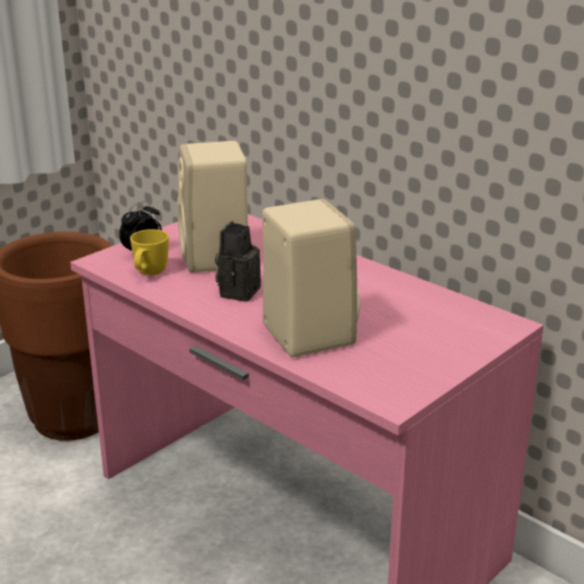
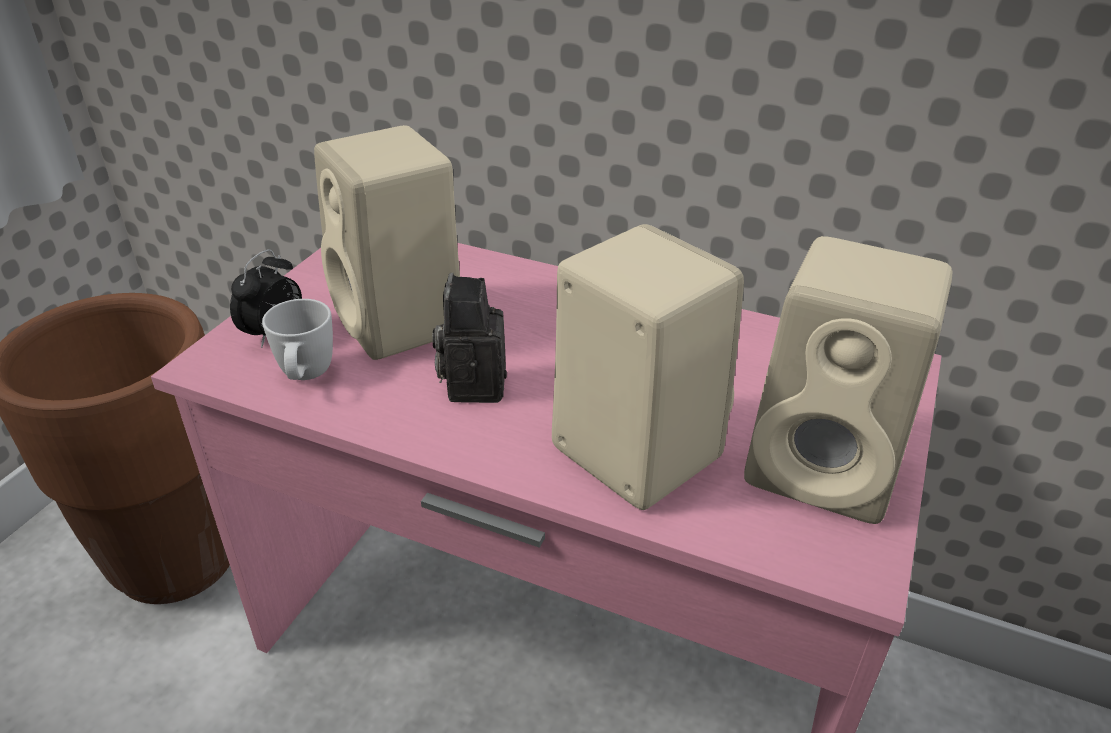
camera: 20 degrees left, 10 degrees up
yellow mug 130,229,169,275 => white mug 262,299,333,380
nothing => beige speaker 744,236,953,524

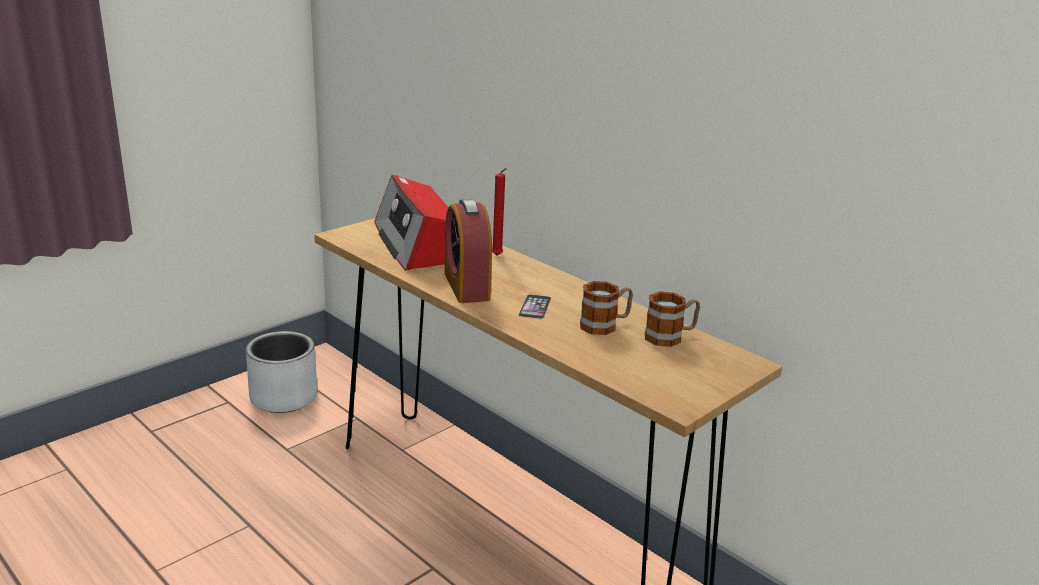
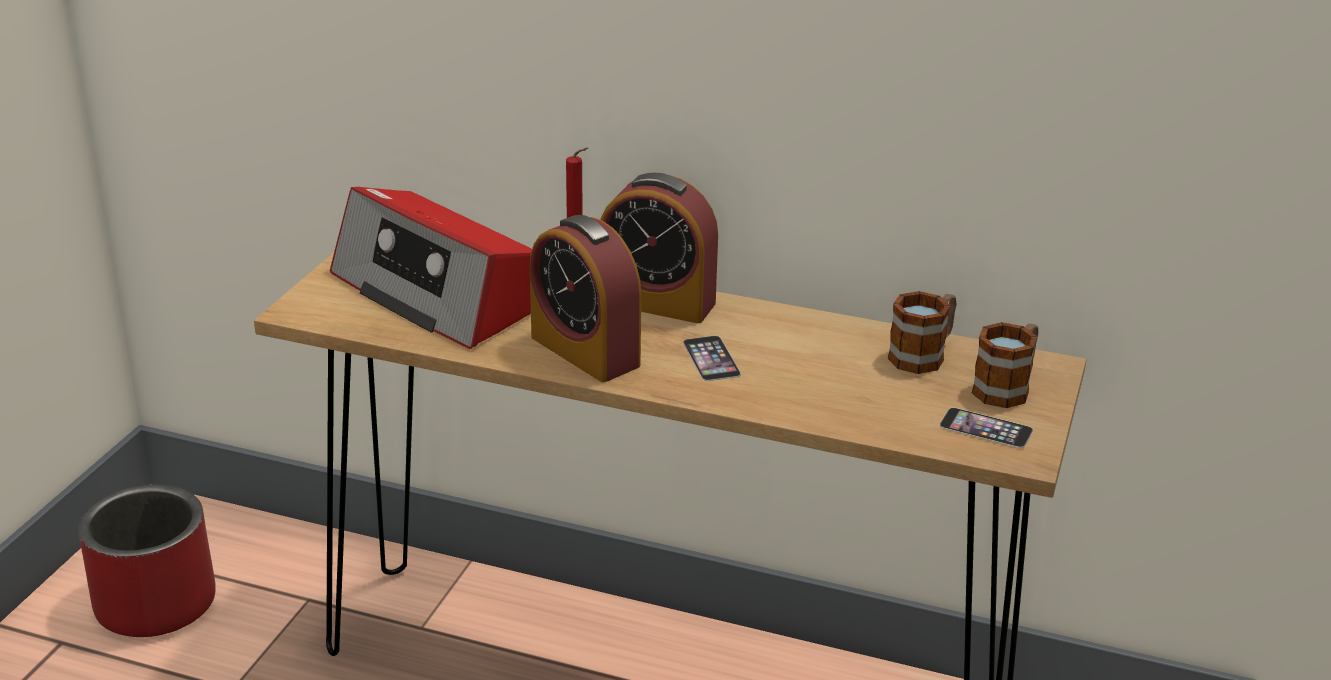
camera: 25 degrees left, 5 degrees up
mug 580,281,633,335 => mug 972,322,1038,408, moved
grey planter 246,331,318,413 => red planter 78,484,216,637
nothing => alarm clock 600,173,718,323
nothing => phone 939,408,1033,448

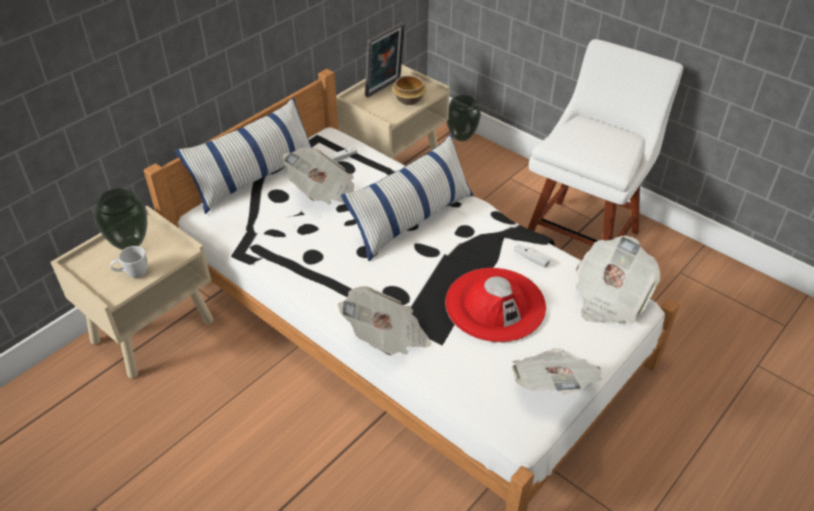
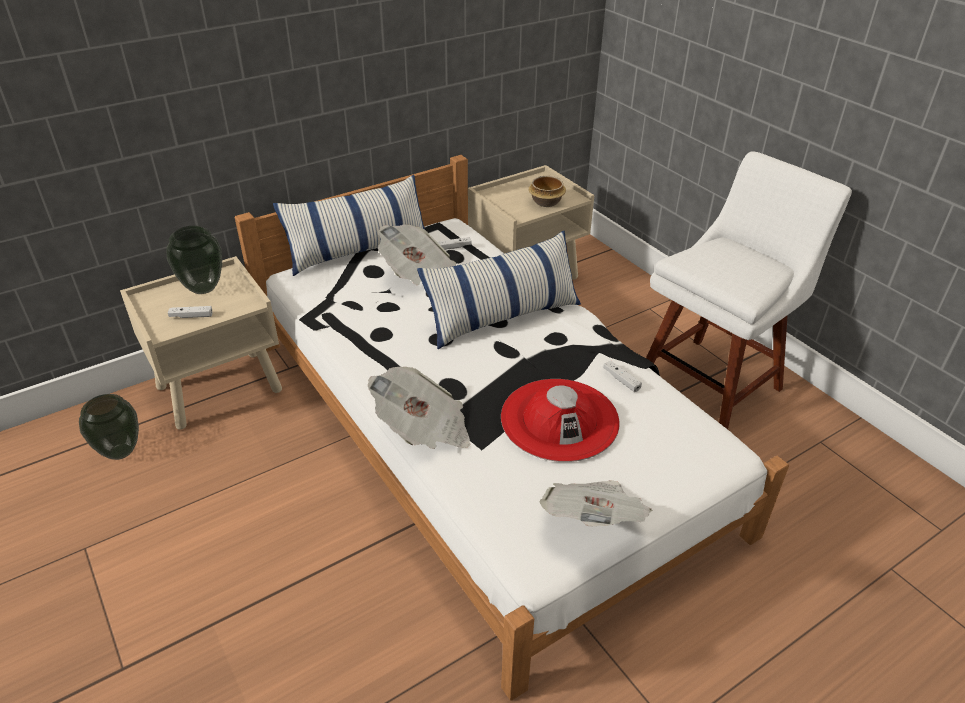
camera: 15 degrees right, 5 degrees down
picture frame 365,22,405,97 => nothing
vase 447,95,481,141 => vase 79,394,139,460, moved
newspaper 576,235,661,323 => nothing
white mug 110,246,147,278 => white game controller 168,306,212,318

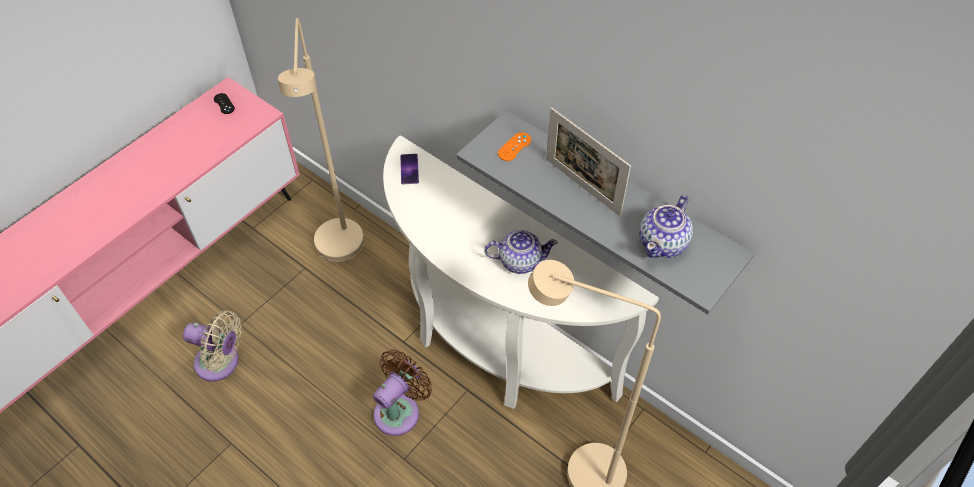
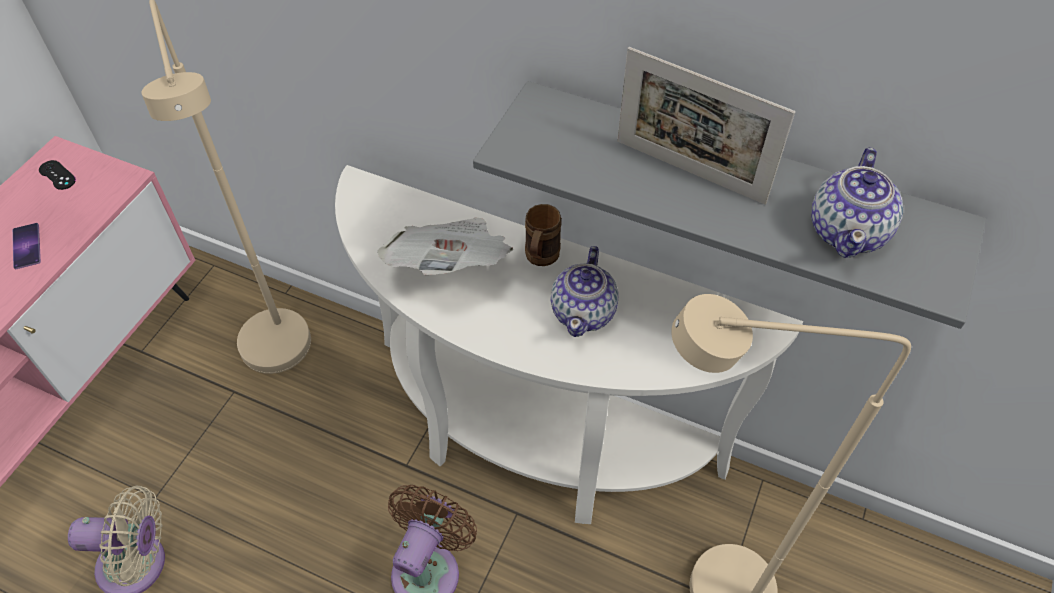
camera: 15 degrees left, 0 degrees up
orange game controller 498,132,531,161 => nothing
phone 400,154,419,185 => phone 12,223,41,269, moved
teapot 484,230,558,274 => teapot 551,246,619,337, 120 degrees clockwise
nothing => brown mug 525,204,562,266
nothing => newspaper 377,217,513,275

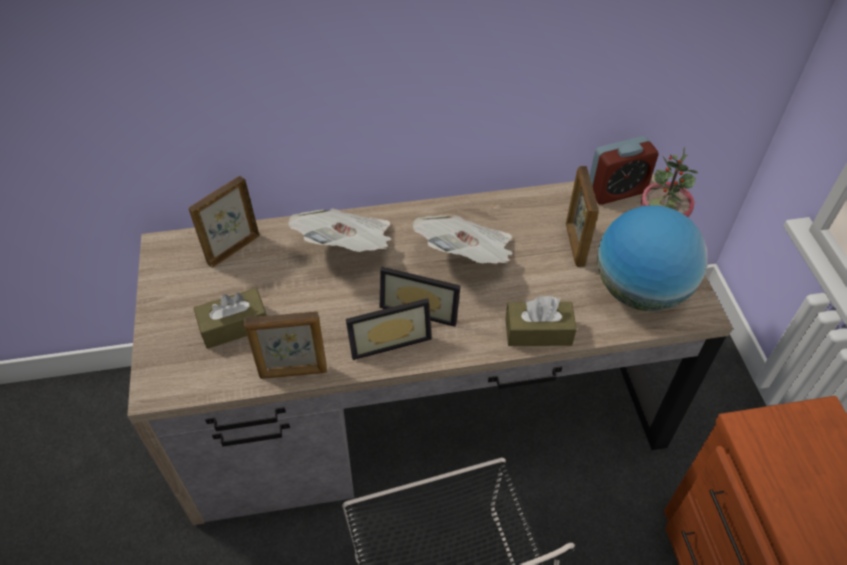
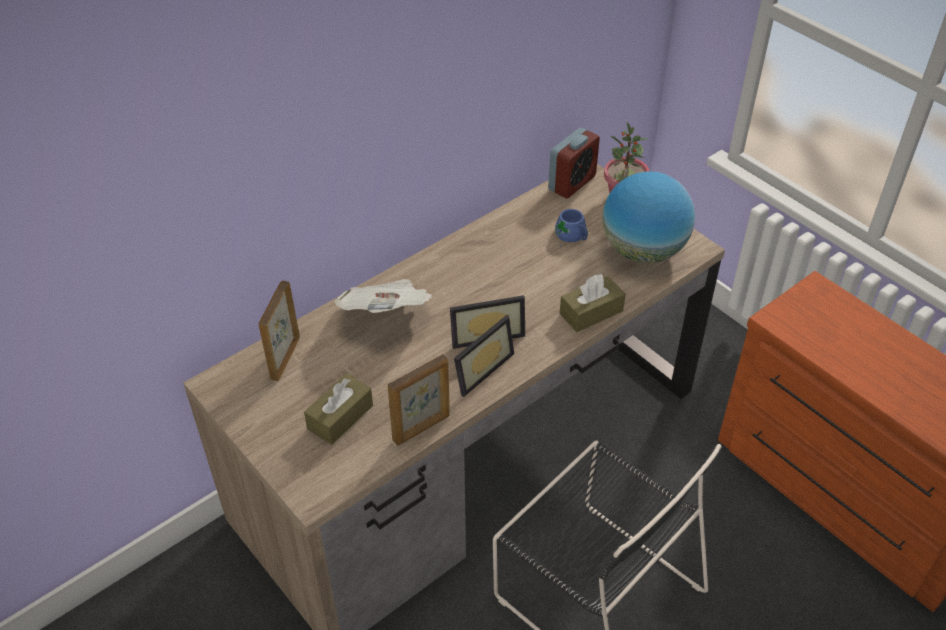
camera: 30 degrees left, 5 degrees down
picture frame 566,166,599,267 => blue mug 555,209,588,247
newspaper 413,215,513,264 => nothing

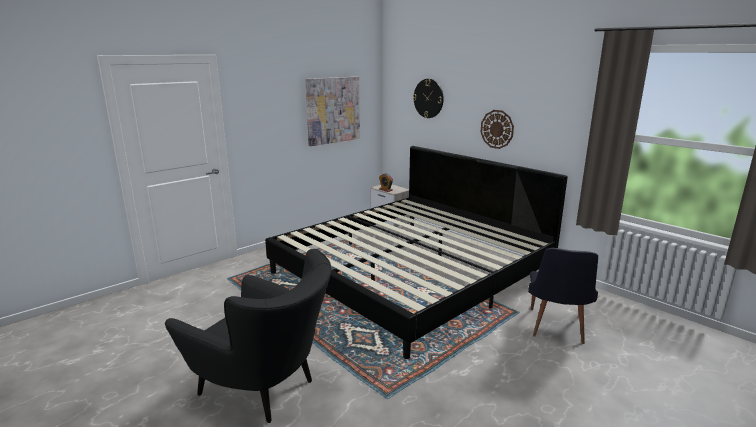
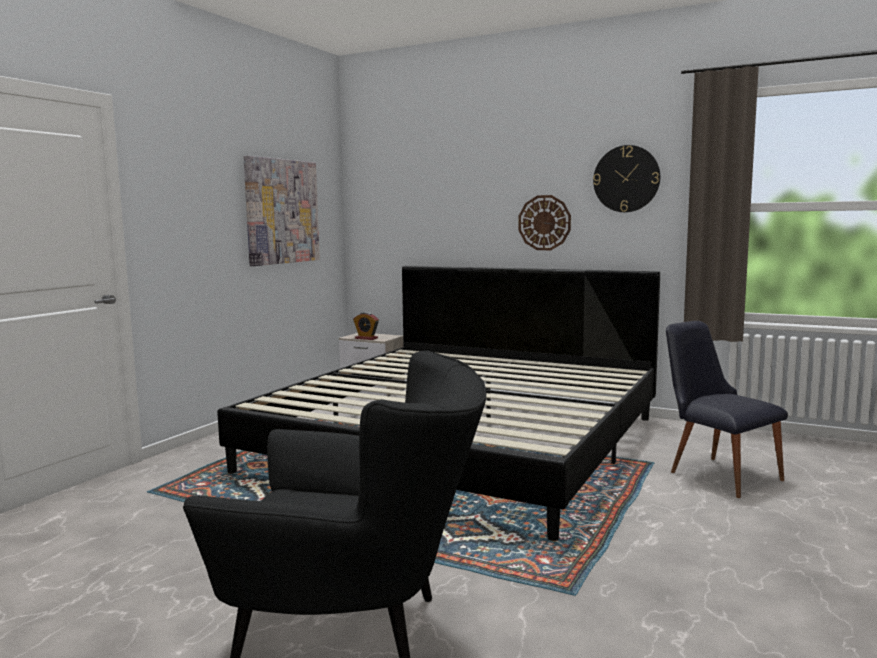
camera: 20 degrees left, 10 degrees down
wall clock 413,79,444,118 => wall clock 593,145,660,212, moved
black chair 528,248,598,344 => black chair 666,321,788,498, 150 degrees clockwise

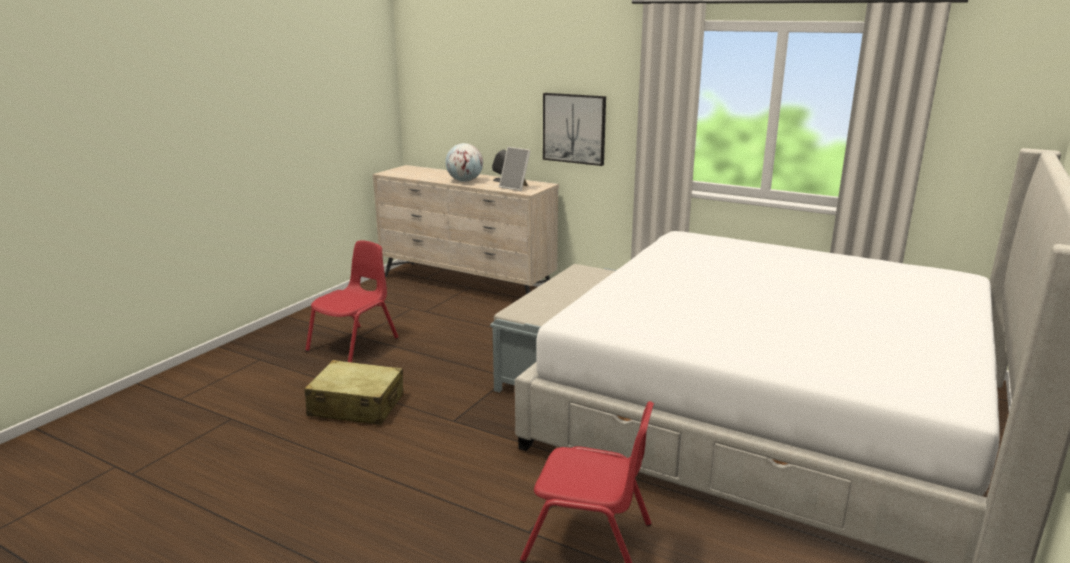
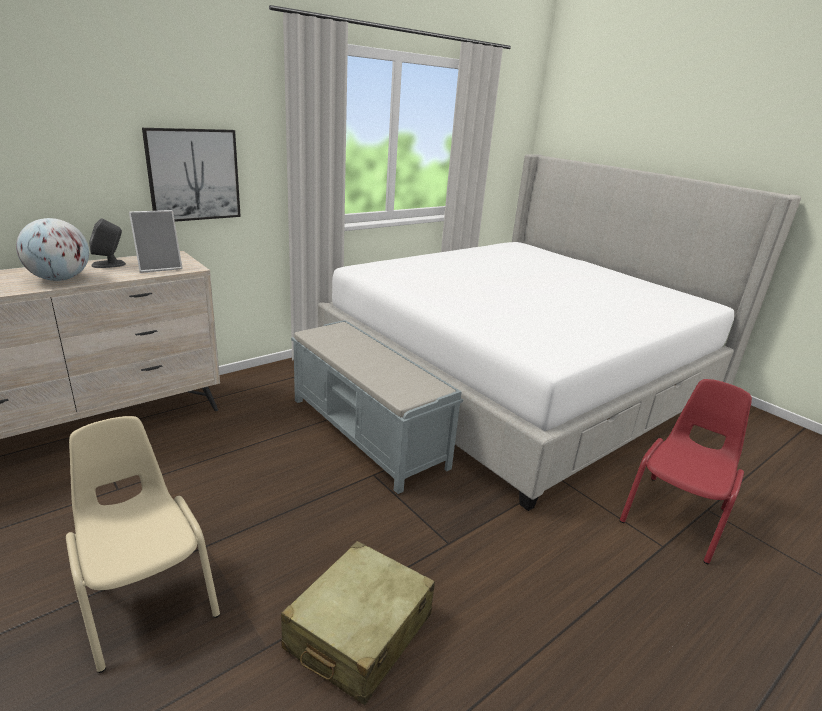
camera: 70 degrees left, 5 degrees up
red chair 305,240,398,362 => beige chair 66,416,220,673

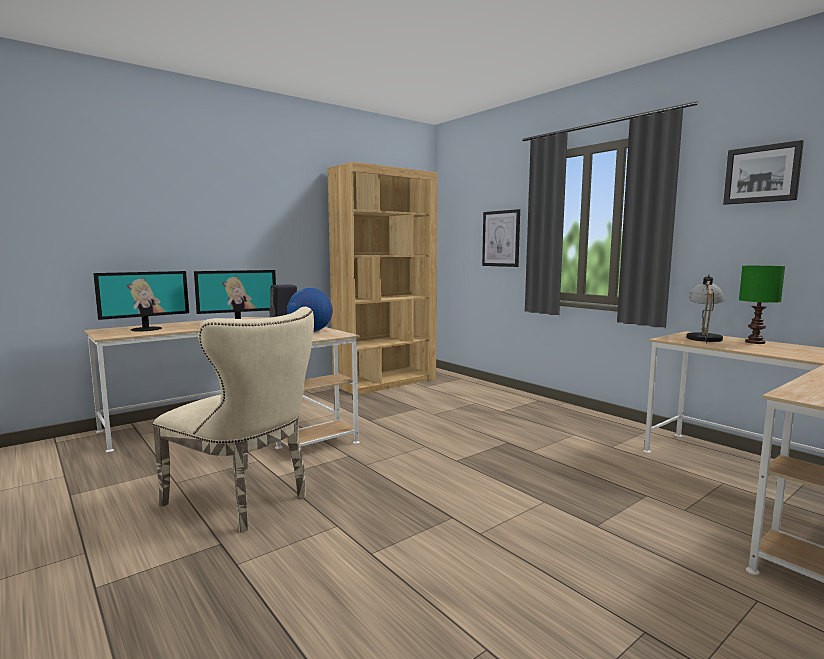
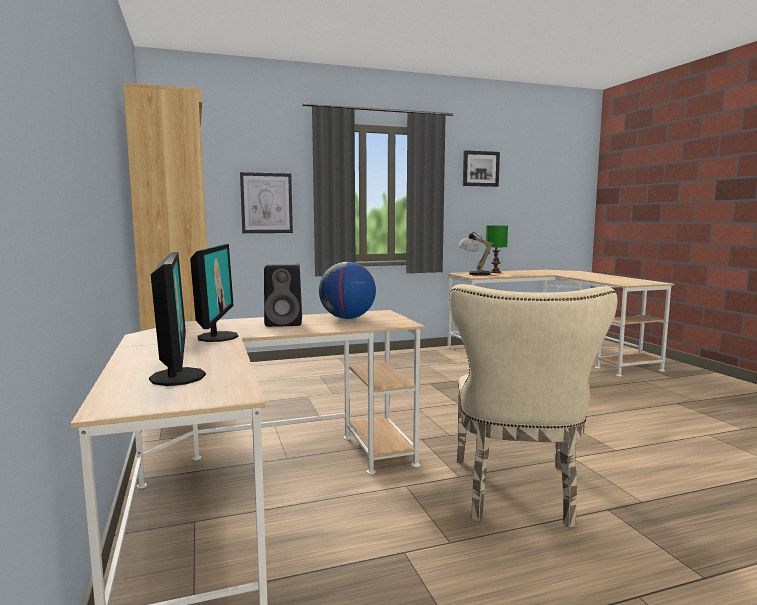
camera: 70 degrees left, 0 degrees up
beige chair 153,307,314,533 => beige chair 449,284,618,528, 135 degrees clockwise

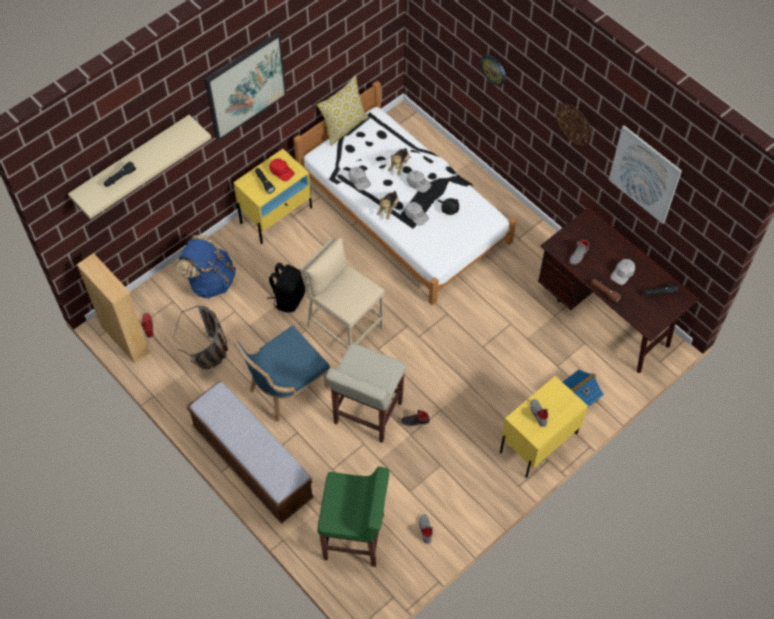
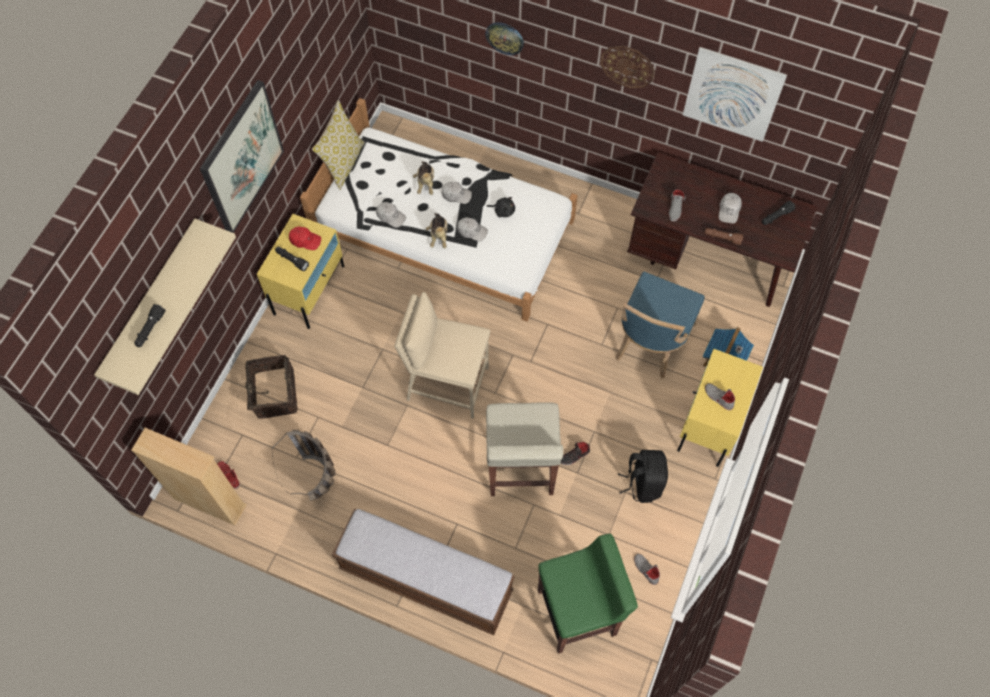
camera: 25 degrees left, 5 degrees up
blue backpack 177,235,236,298 => basket 245,355,298,419
black backpack 267,262,305,312 => black backpack 618,450,668,503, moved
blue chair 232,326,331,422 => blue chair 616,272,705,379, moved

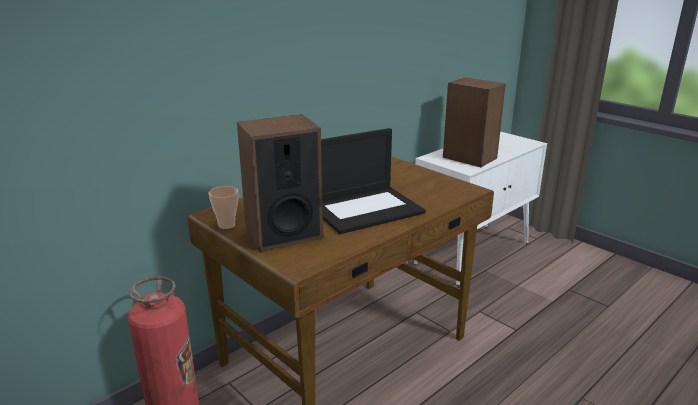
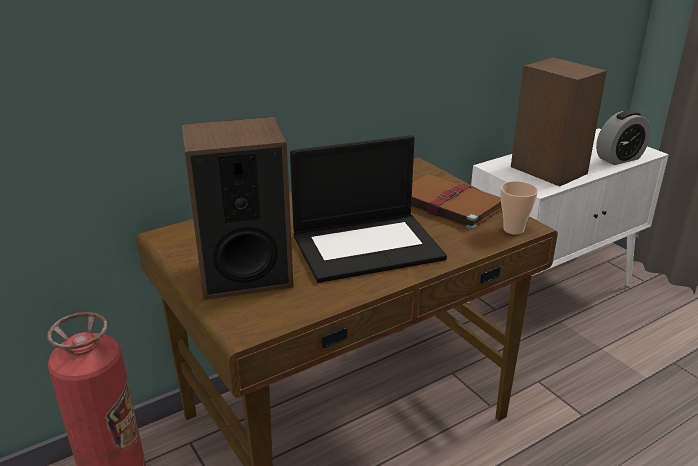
camera: 10 degrees right, 5 degrees up
cup 209,186,239,229 => cup 500,181,538,235, moved
nothing => alarm clock 596,110,651,165
nothing => brown book 411,174,502,230

